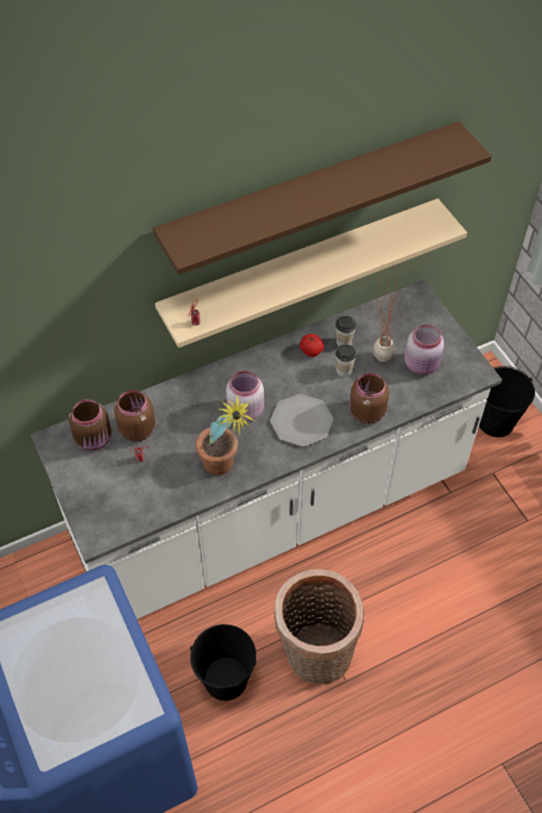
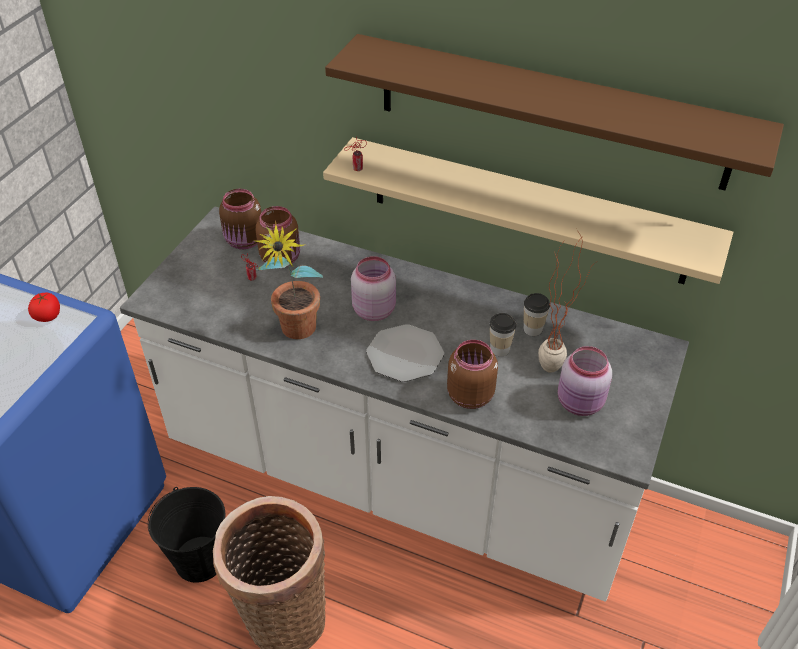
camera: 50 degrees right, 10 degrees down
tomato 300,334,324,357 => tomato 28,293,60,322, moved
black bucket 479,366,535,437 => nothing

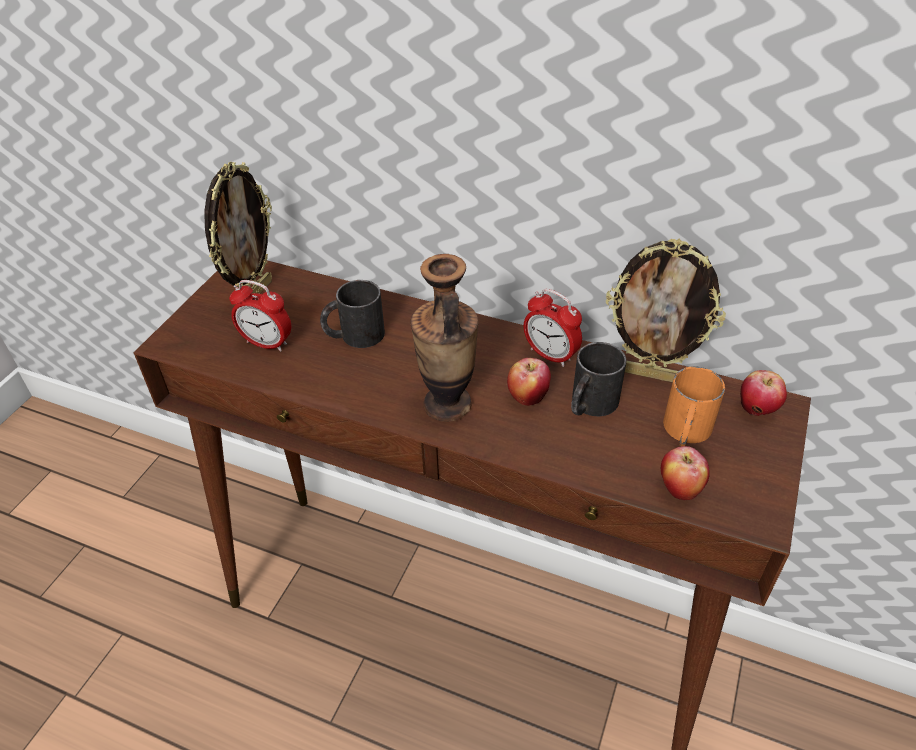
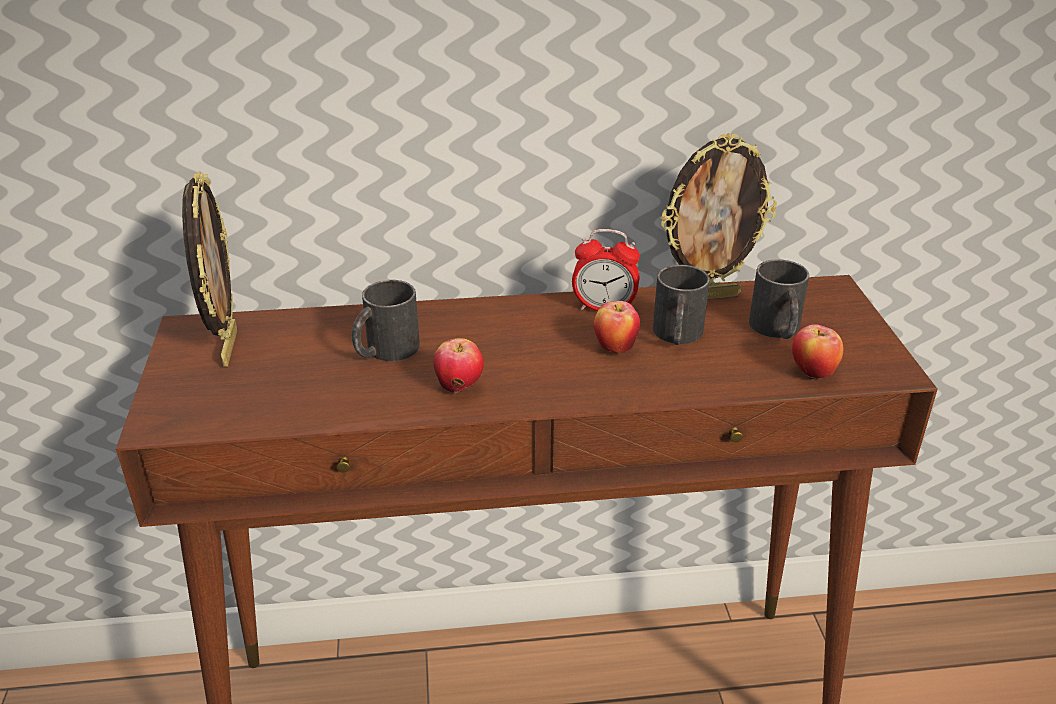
camera: 30 degrees left, 10 degrees down
vase 411,254,479,422 => nothing
alarm clock 229,280,291,352 => nothing
orange mug 663,366,725,446 => black mug 749,259,809,339
apple 740,370,787,416 => apple 433,338,484,393, moved

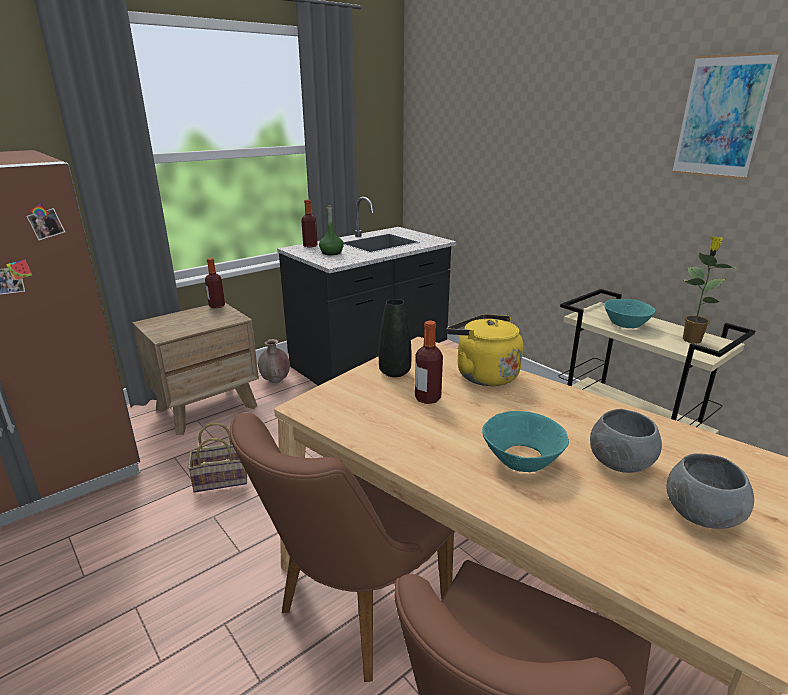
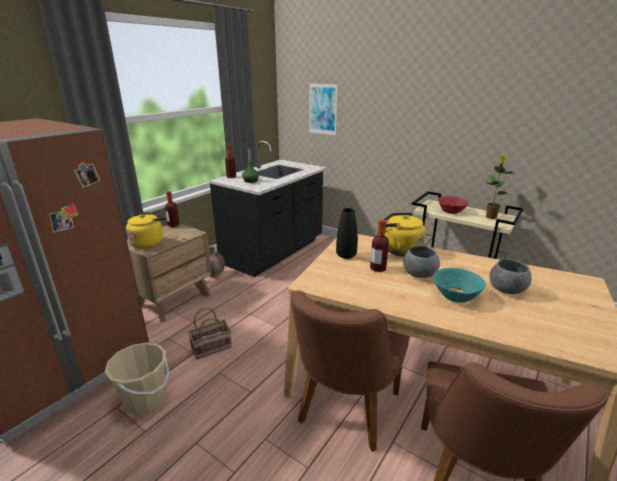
camera: 15 degrees left, 0 degrees up
picture 672,52,780,179 => picture 309,82,338,136, moved
turquoise bowl 604,299,656,328 => red bowl 438,196,469,214
grey bowl 666,453,754,529 => grey bowl 403,246,440,278, moved
nothing => yellow kettle 126,212,167,249
nothing => beige bucket 105,342,169,415

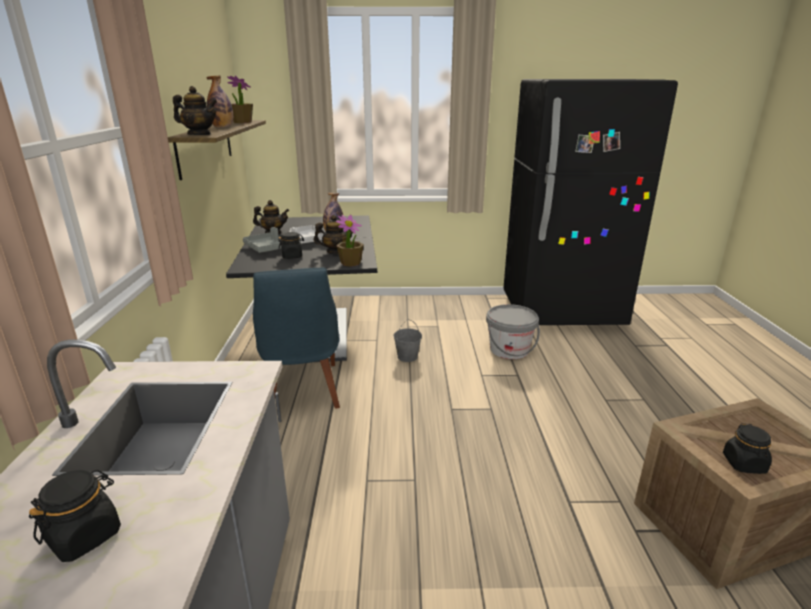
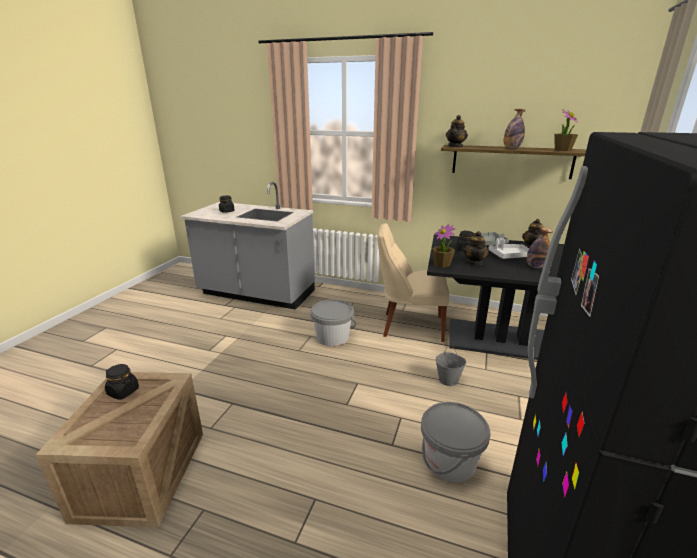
camera: 110 degrees right, 0 degrees up
blue chair 253,268,340,408 => beige chair 377,223,450,342
nothing => grey bucket 311,299,356,347

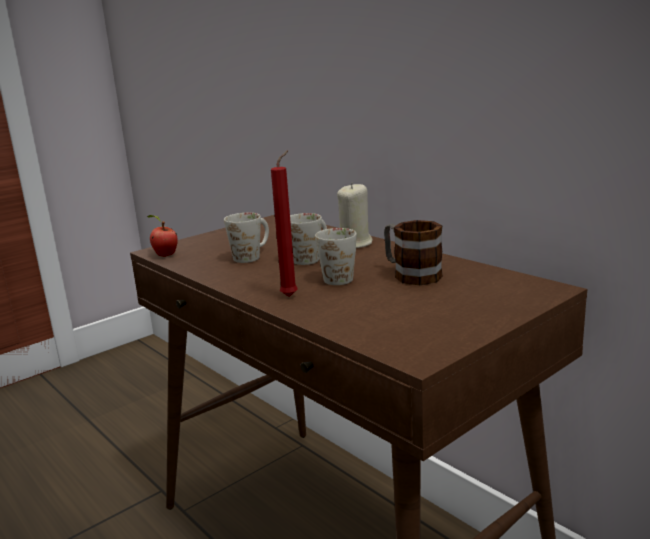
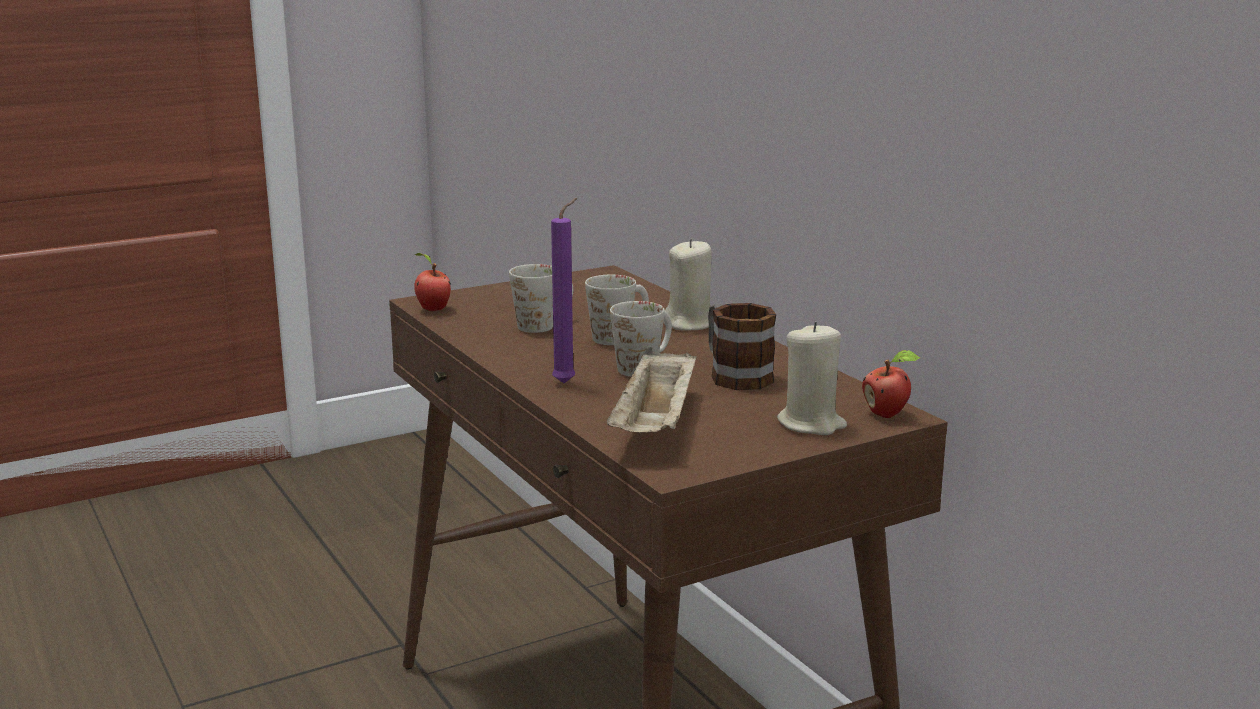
camera: 10 degrees right, 0 degrees up
red candle 271,150,297,297 => purple candle 551,198,577,383
nothing => beige candle 777,321,847,435
nothing => beige tray 607,347,696,433
nothing => apple 862,350,920,418

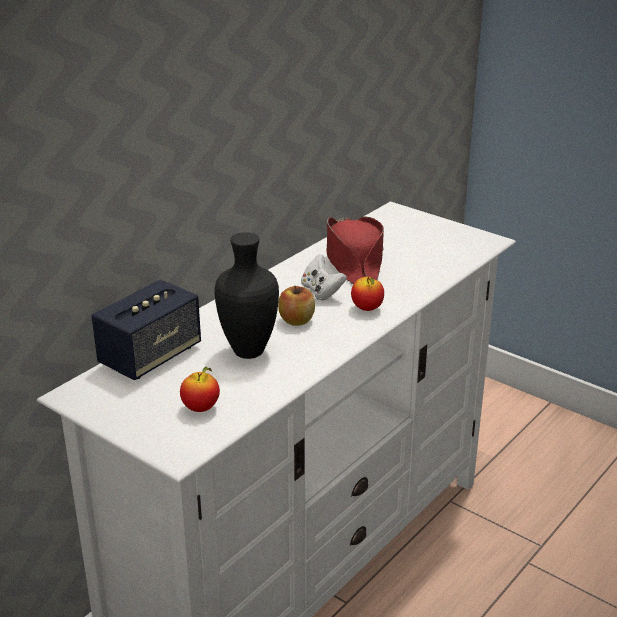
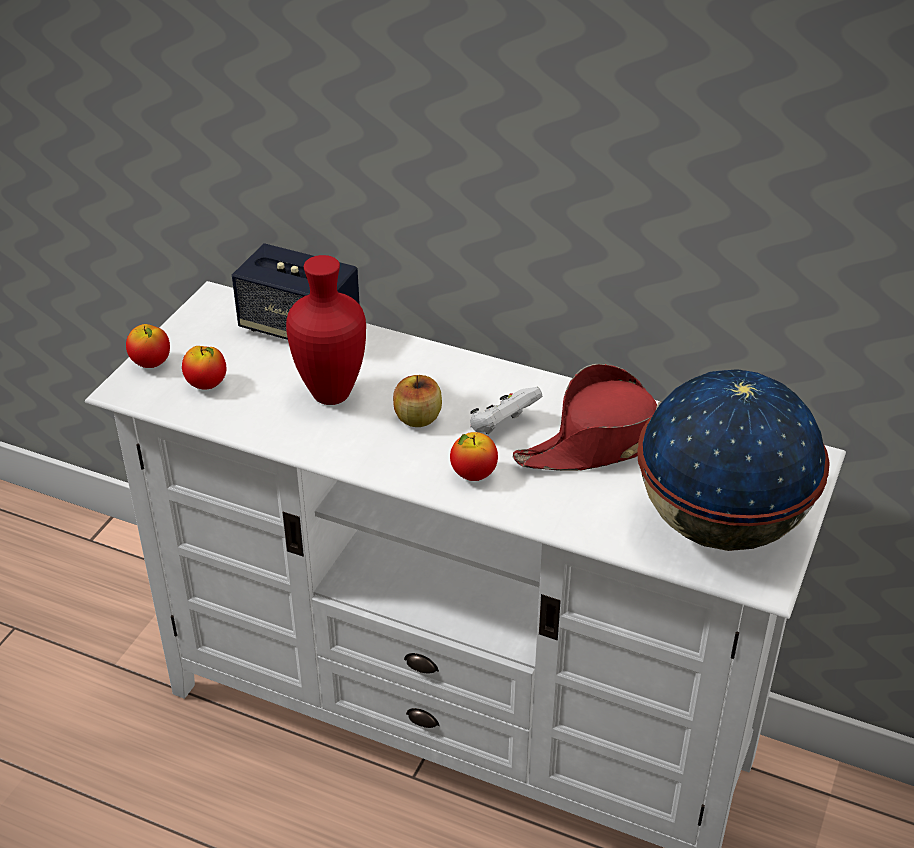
camera: 75 degrees right, 10 degrees up
black vase 215,232,279,359 => red vase 286,255,366,405
nothing => apple 126,324,170,368
nothing => globe 637,369,830,551

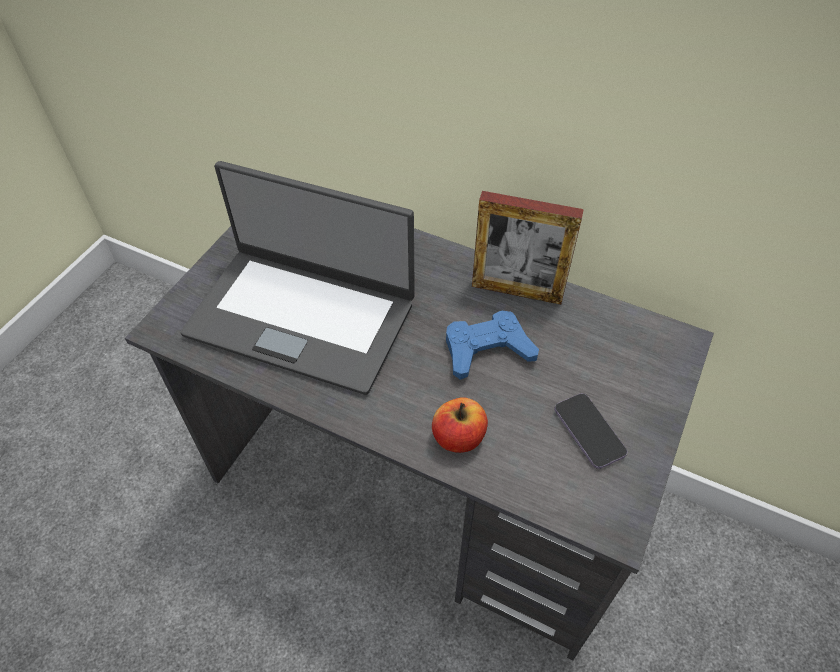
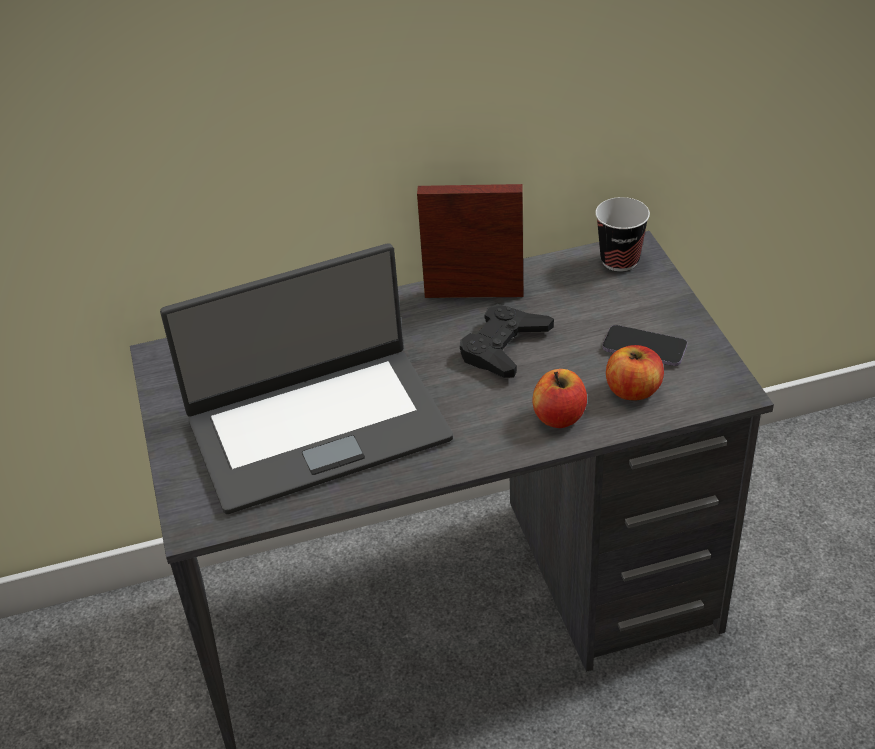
camera: 40 degrees left, 10 degrees down
picture frame 472,191,584,305 => picture frame 417,184,523,298, 150 degrees counterclockwise
blue game controller 446,311,539,380 => black game controller 460,304,554,378
nothing => cup 595,197,650,272
nothing => apple 606,345,664,401

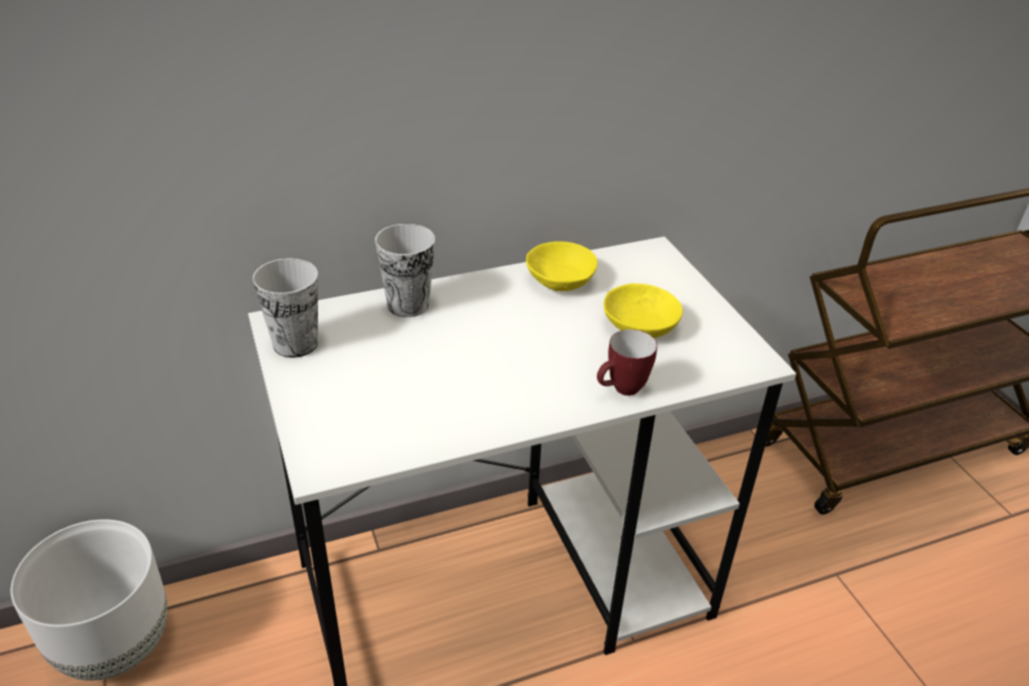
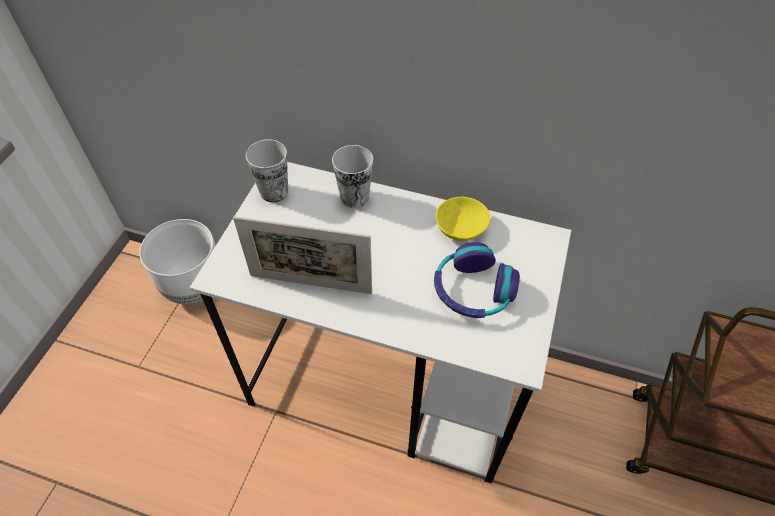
camera: 40 degrees right, 15 degrees up
yellow bowl 603,283,683,338 => headphones 434,242,520,318
mug 597,329,657,396 => nothing
nothing => picture frame 233,216,372,294

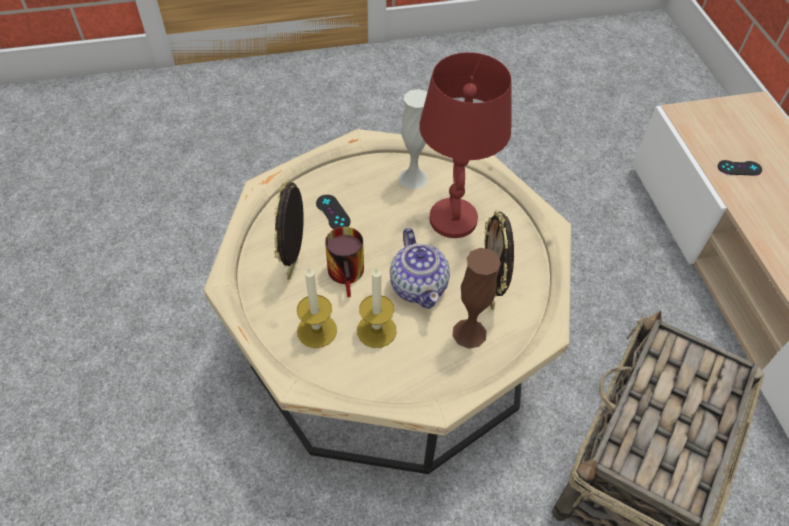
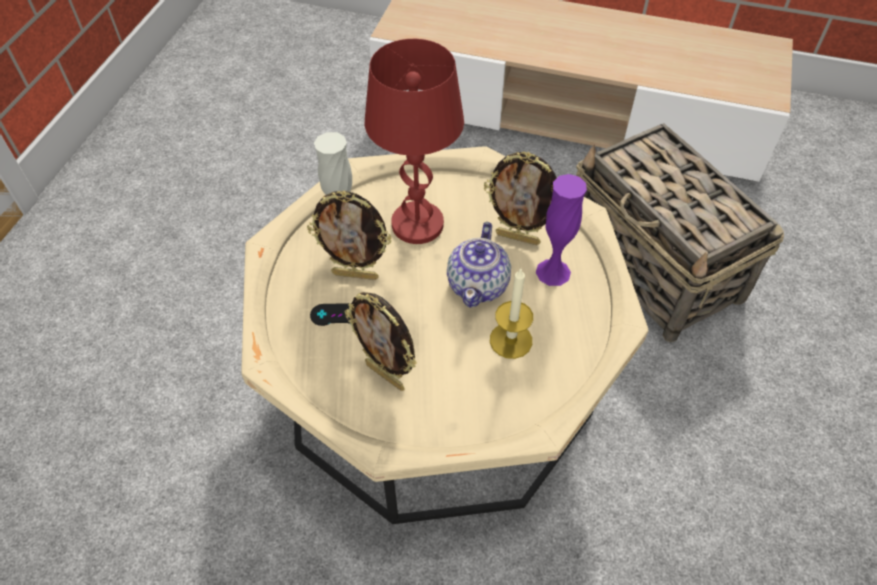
camera: 60 degrees left, 0 degrees up
black game controller 718,160,762,176 => nothing
mug 325,227,364,297 => nothing
teapot 390,228,450,309 => teapot 447,222,511,308, 90 degrees clockwise
brown vase 453,248,501,349 => purple vase 536,174,587,286
candle 297,266,337,348 => nothing
nothing => picture frame 307,191,392,280

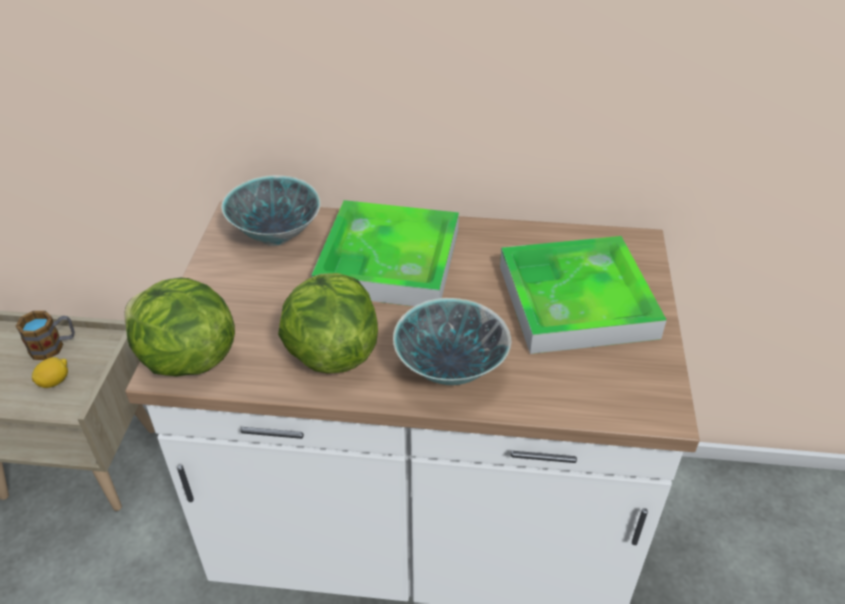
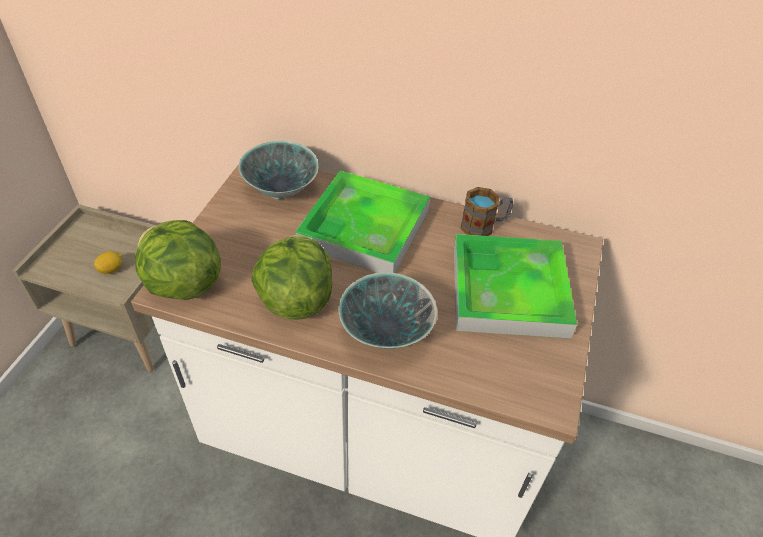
camera: 10 degrees right, 5 degrees up
mug 16,311,75,360 => mug 460,187,513,236, moved

